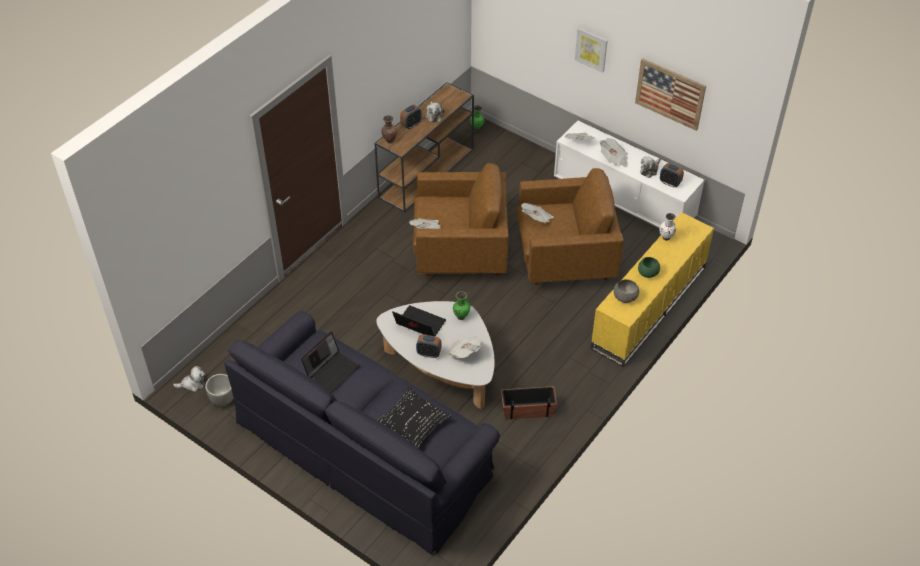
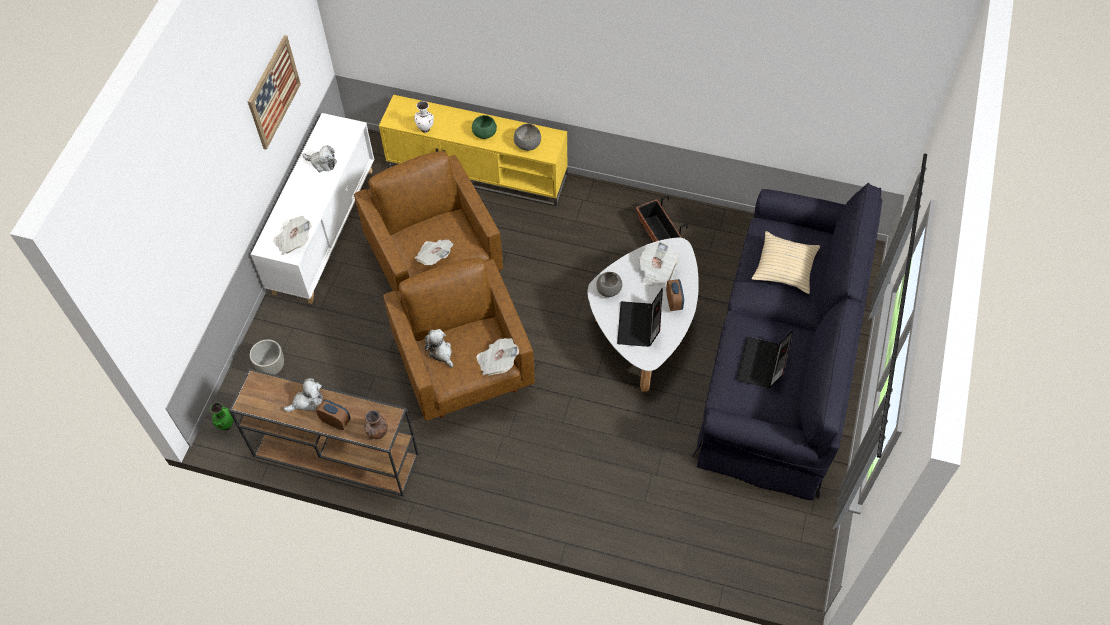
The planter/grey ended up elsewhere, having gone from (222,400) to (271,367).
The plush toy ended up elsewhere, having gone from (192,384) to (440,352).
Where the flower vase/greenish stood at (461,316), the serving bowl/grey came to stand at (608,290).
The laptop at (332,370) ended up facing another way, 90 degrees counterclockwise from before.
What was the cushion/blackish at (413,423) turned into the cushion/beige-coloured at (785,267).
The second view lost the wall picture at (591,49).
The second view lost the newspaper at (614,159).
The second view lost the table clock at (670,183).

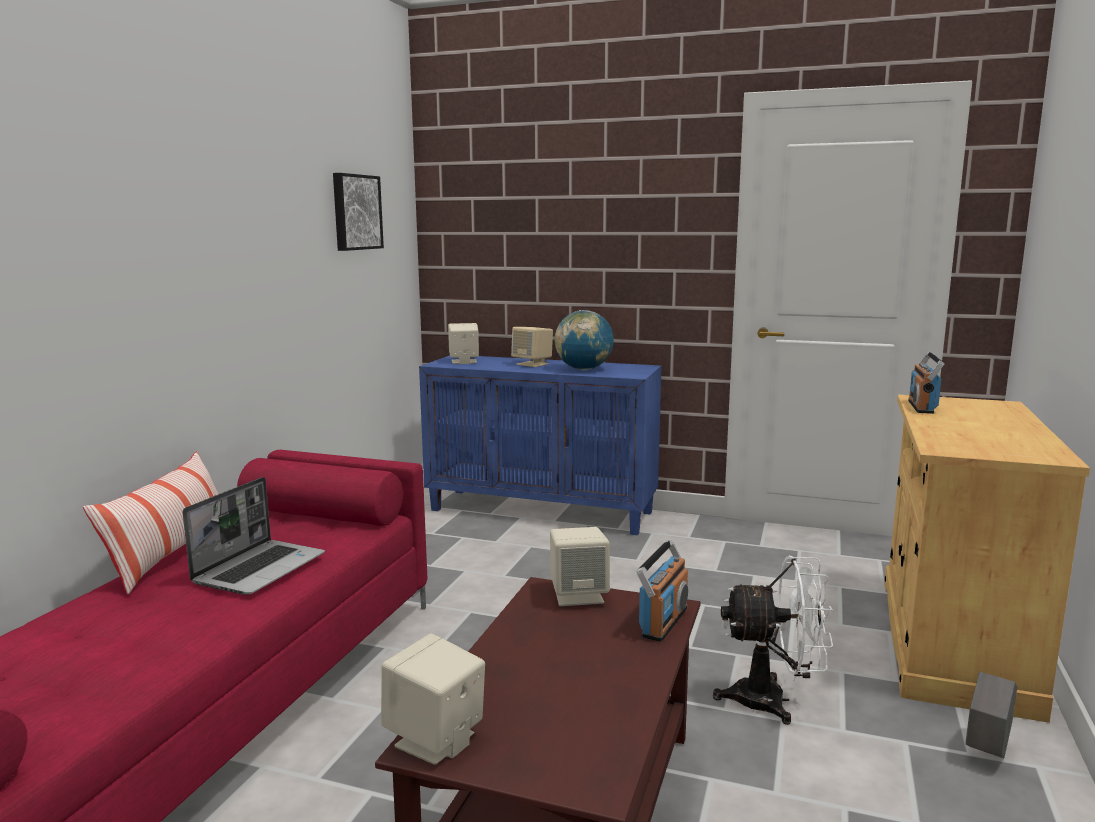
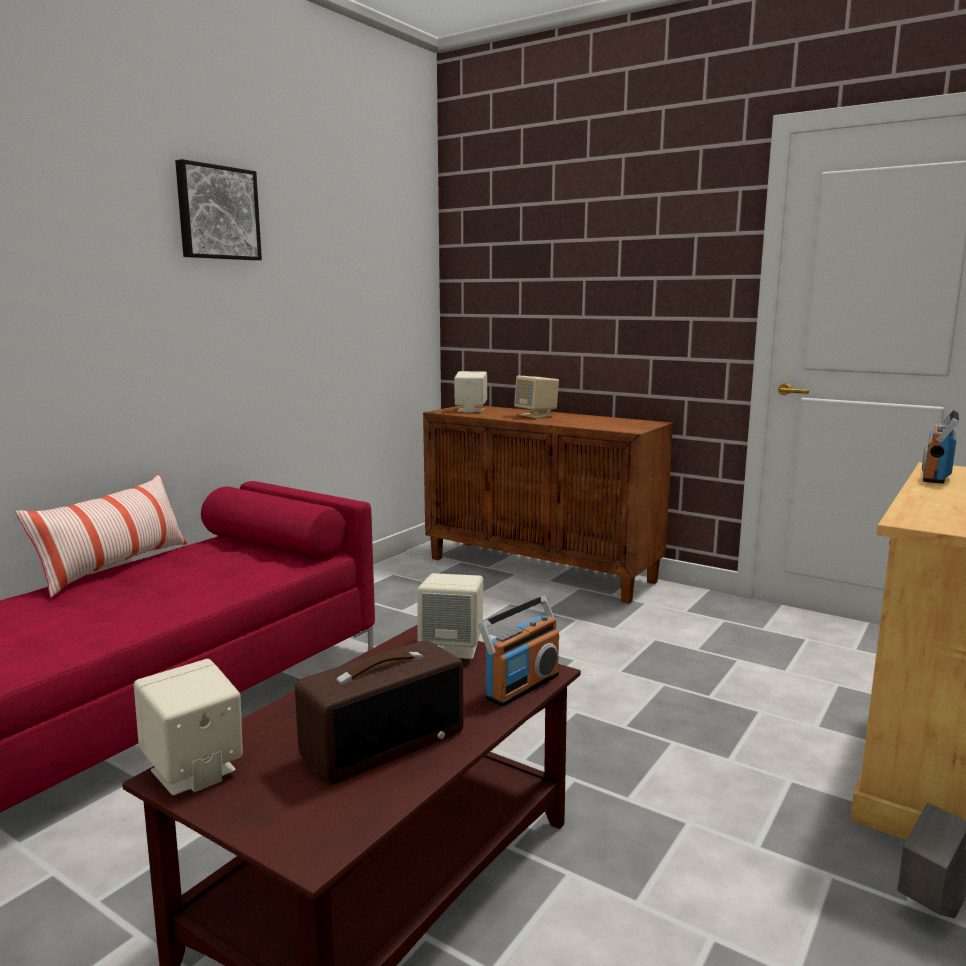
The wall picture ended up elsewhere, having gone from (355,212) to (217,213).
The second view gained the radio set at (383,743).
What was the cupboard/blue at (542,511) turned into the cupboard/brown at (542,569).
The second view lost the laptop at (260,568).
The second view lost the desk globe at (583,369).
The second view lost the fan/whitish at (773,700).

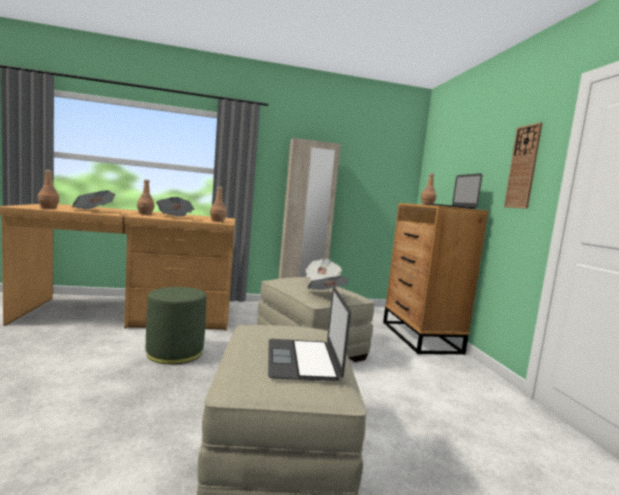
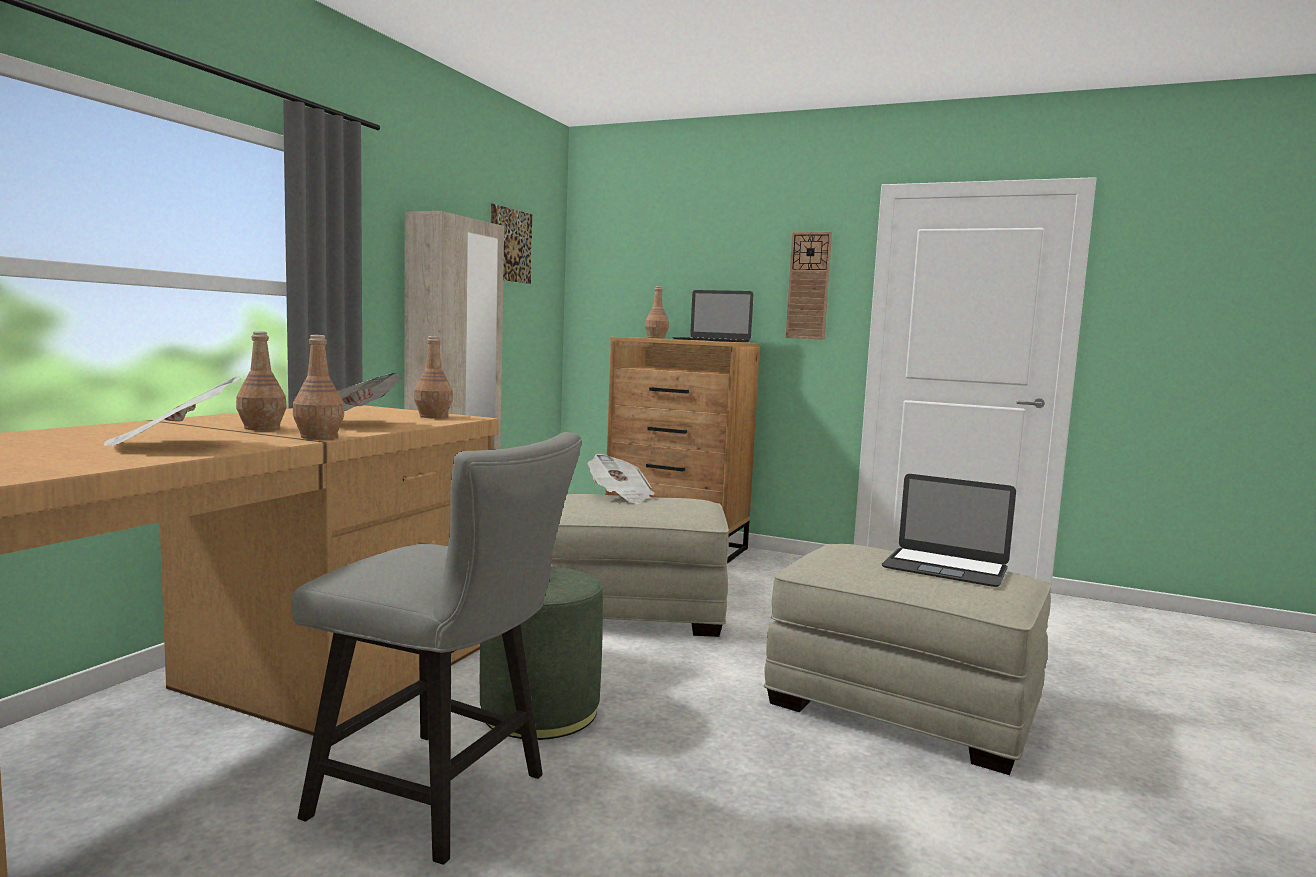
The second view gained the chair/grey at (444,798).
The beverage bottle/brown ended up elsewhere, having gone from (48,208) to (318,437).
The second view gained the wall picture at (511,245).
The second view lost the newspaper at (326,295).

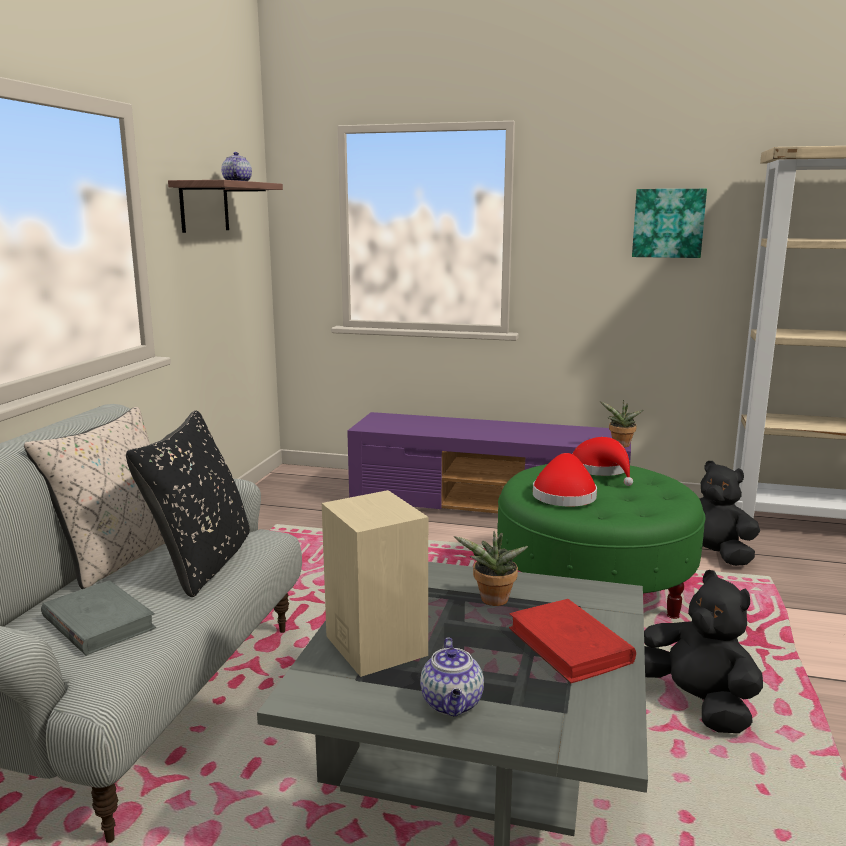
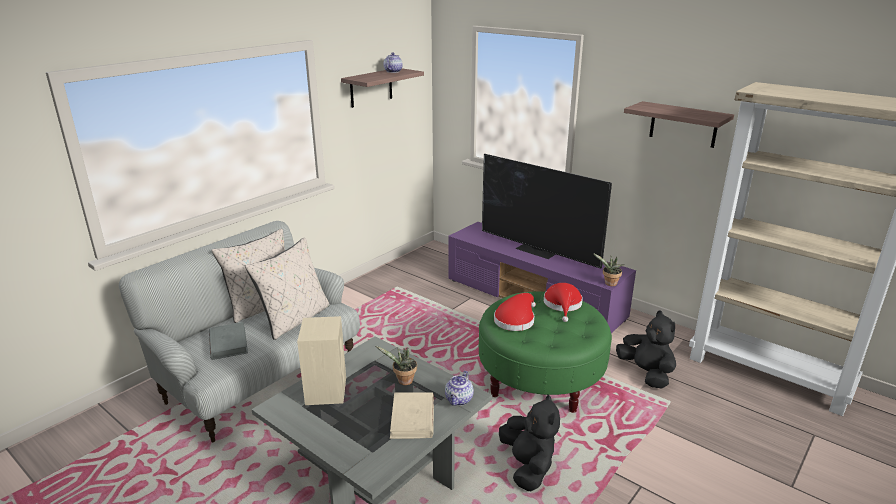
What was the cushion/blackish at (203,563) turned into the cushion/beige-coloured at (295,319).
What was the bound book/red at (570,645) turned into the bound book/beige-coloured at (412,418).
The teapot ended up elsewhere, having gone from (452,704) to (459,400).
The second view gained the TV at (538,250).
Where the wall picture hung at (668,223), the bracket shelf came to hang at (683,124).

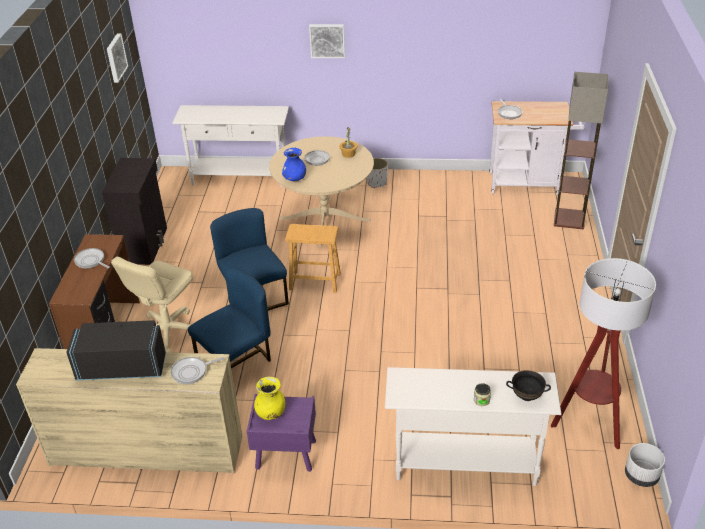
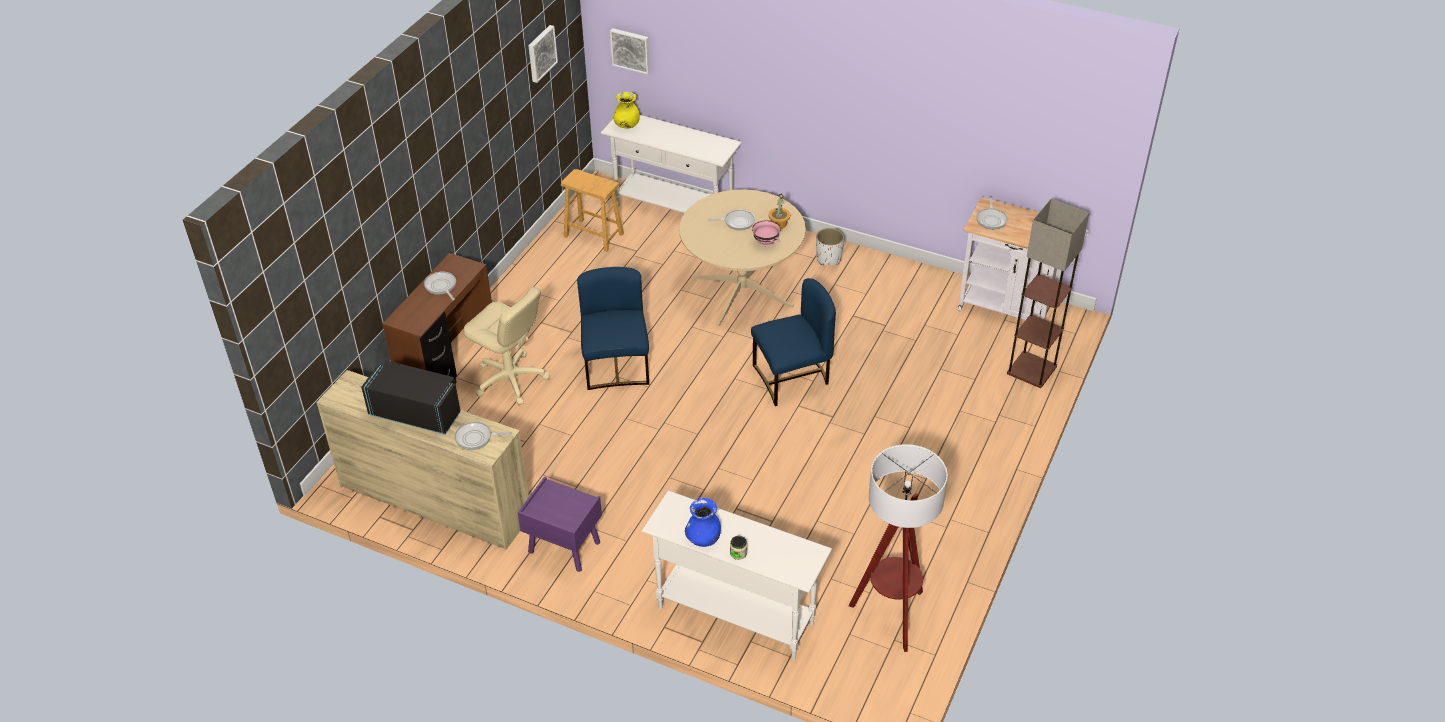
The office chair/beige-coloured at (167,332) ended up facing another way, 105 degrees counterclockwise from before.
The sitting stool/brown ended up elsewhere, having gone from (315,281) to (593,235).
The wall picture ended up elsewhere, having gone from (327,40) to (631,50).
The flower vase/yellow-coloured ended up elsewhere, having gone from (271,413) to (627,125).
The flower vase/blue ended up elsewhere, having gone from (295,179) to (703,538).
The chair/blue ended up elsewhere, having gone from (236,364) to (792,378).
The second view gained the serving bowl/pinkish at (765,243).
The second view lost the cupboard/blackish at (145,245).
The second view lost the serving bowl/blackish at (527,396).
The second view lost the planter/whitish at (641,476).

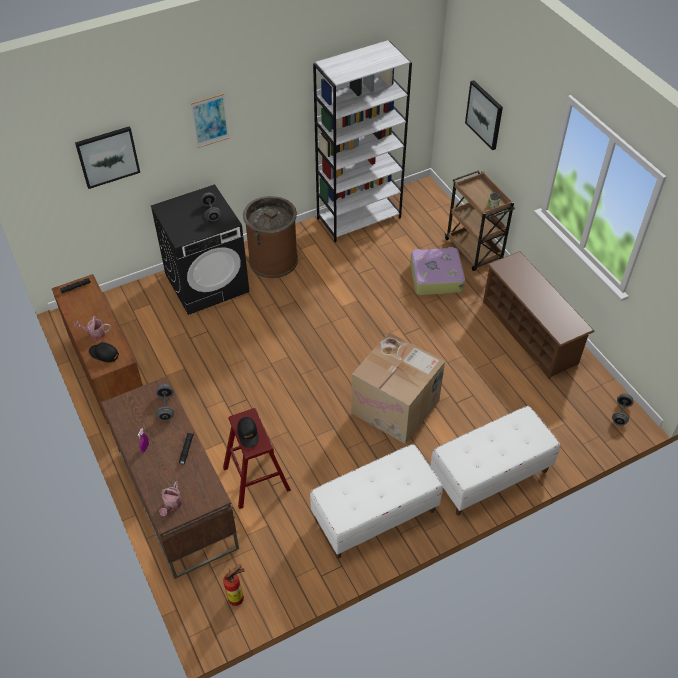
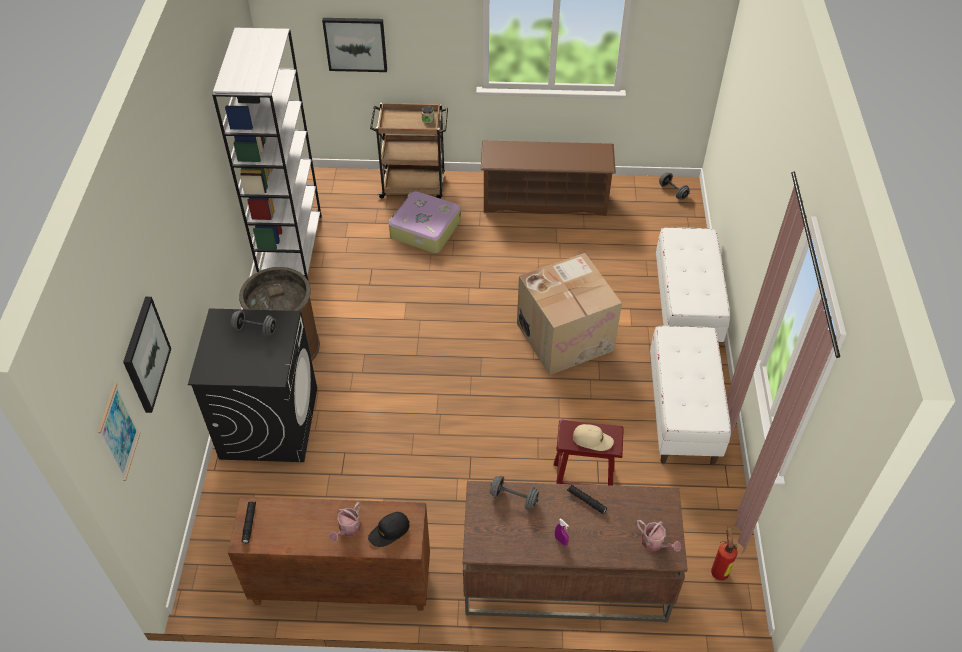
The wall picture ended up elsewhere, having gone from (210,120) to (119,432).
What was the cap/blackish at (248,434) turned into the cap/beige-coloured at (592,440).

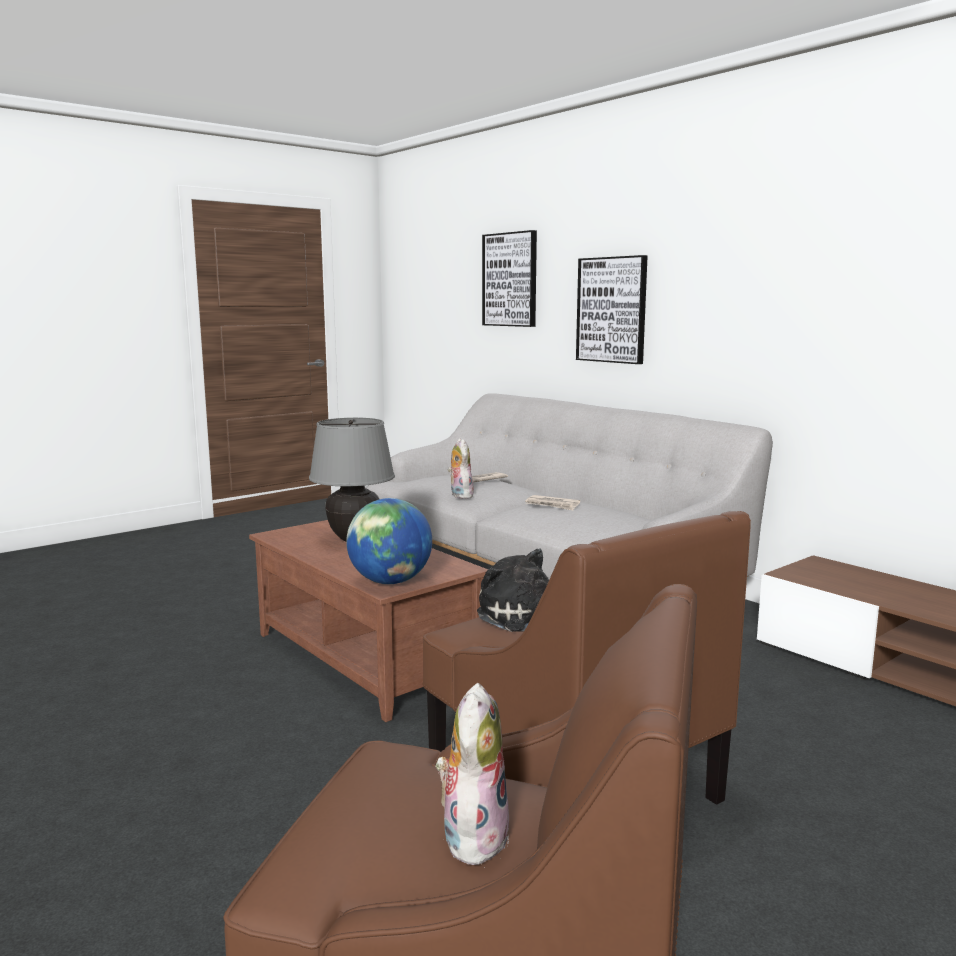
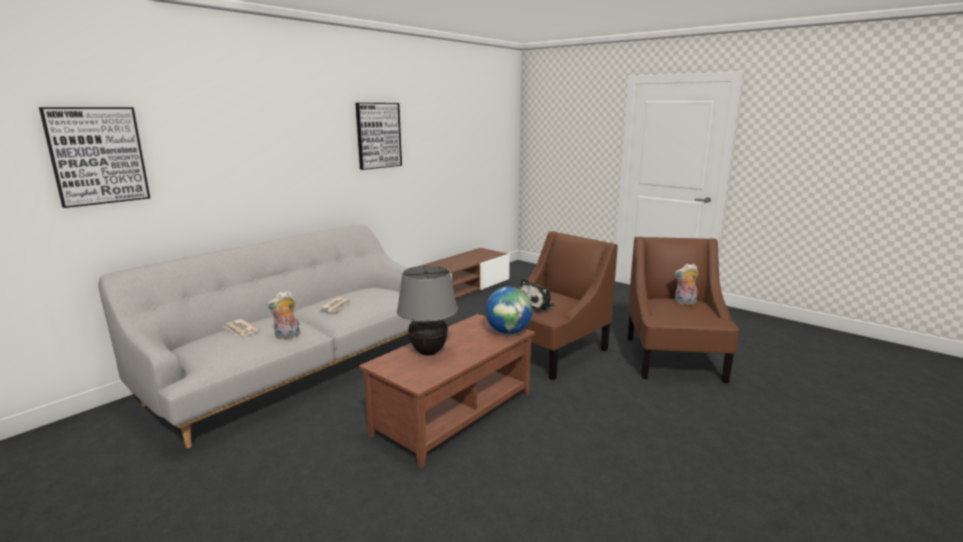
The wall picture ended up elsewhere, having gone from (612,310) to (378,135).

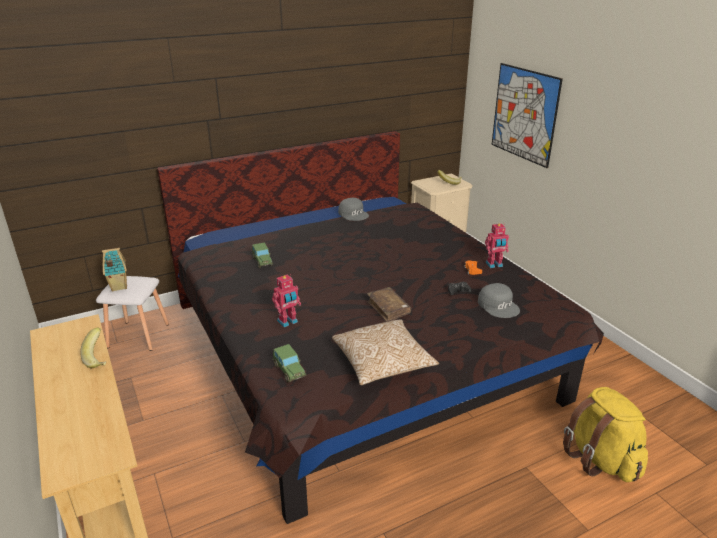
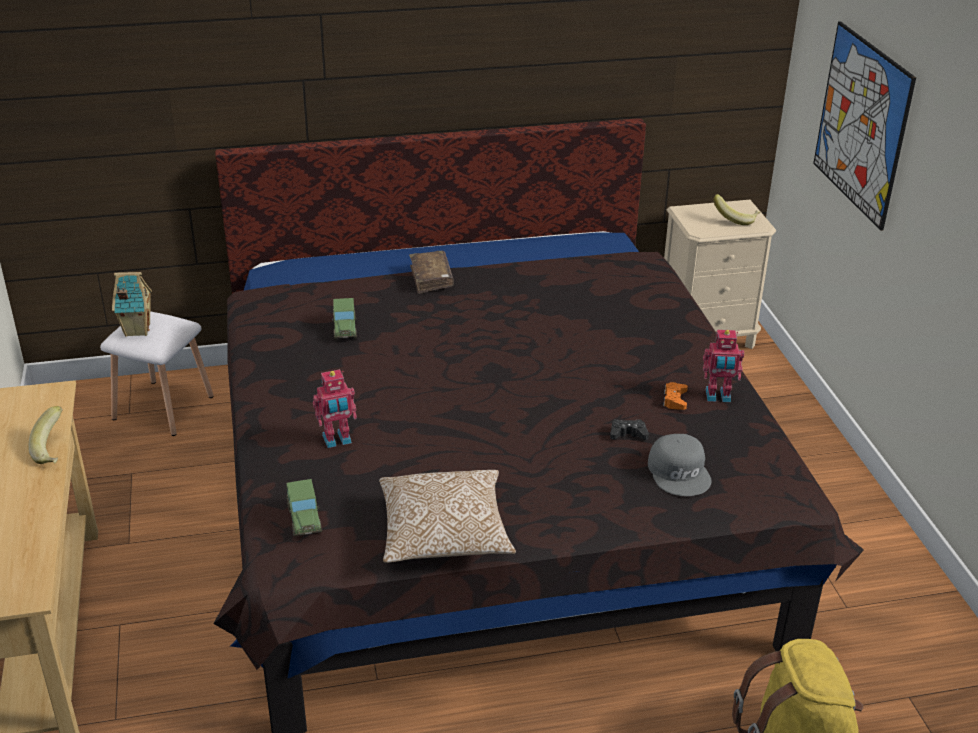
The bound book/brown ended up elsewhere, having gone from (388,309) to (431,278).
The second view lost the cap/grey at (353,214).

